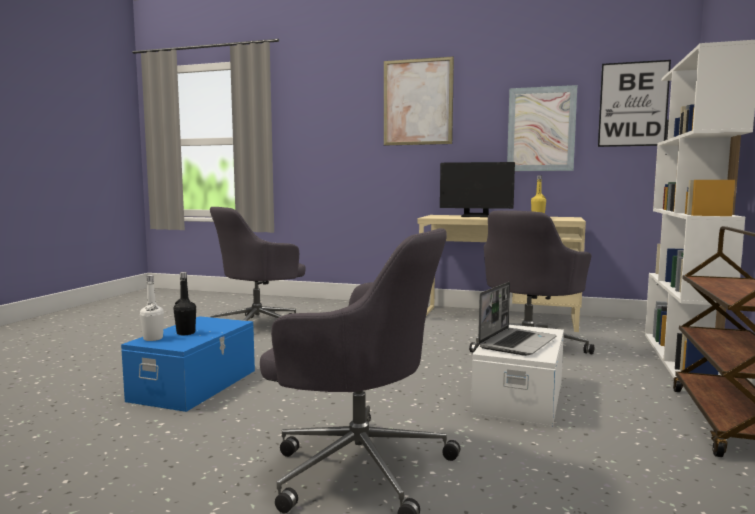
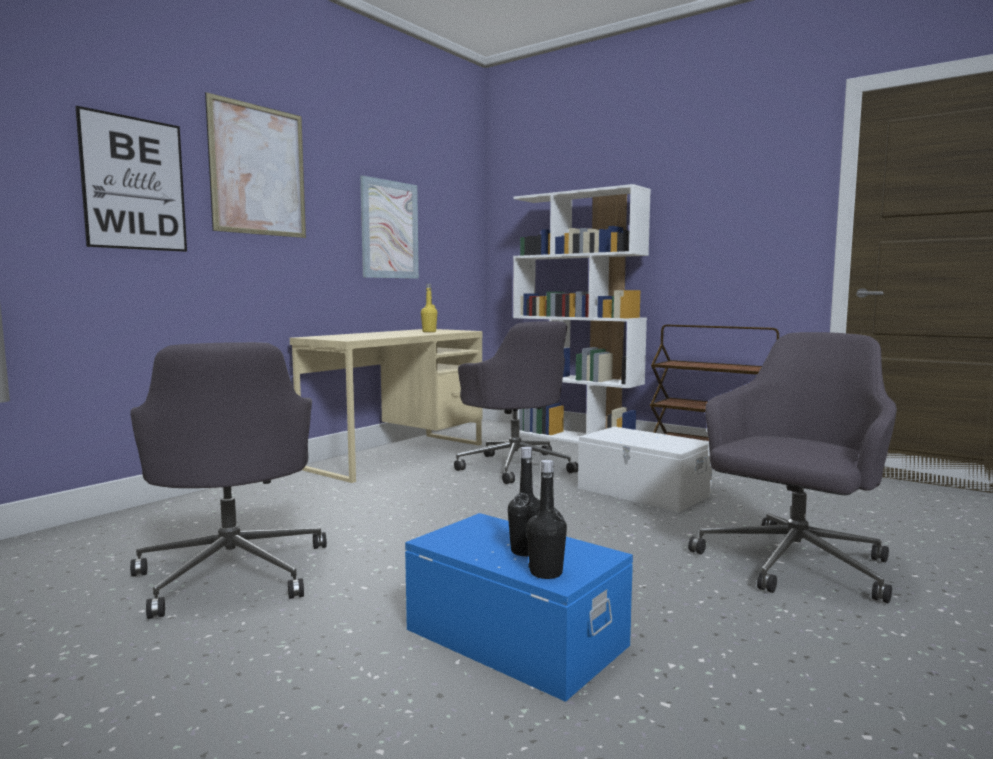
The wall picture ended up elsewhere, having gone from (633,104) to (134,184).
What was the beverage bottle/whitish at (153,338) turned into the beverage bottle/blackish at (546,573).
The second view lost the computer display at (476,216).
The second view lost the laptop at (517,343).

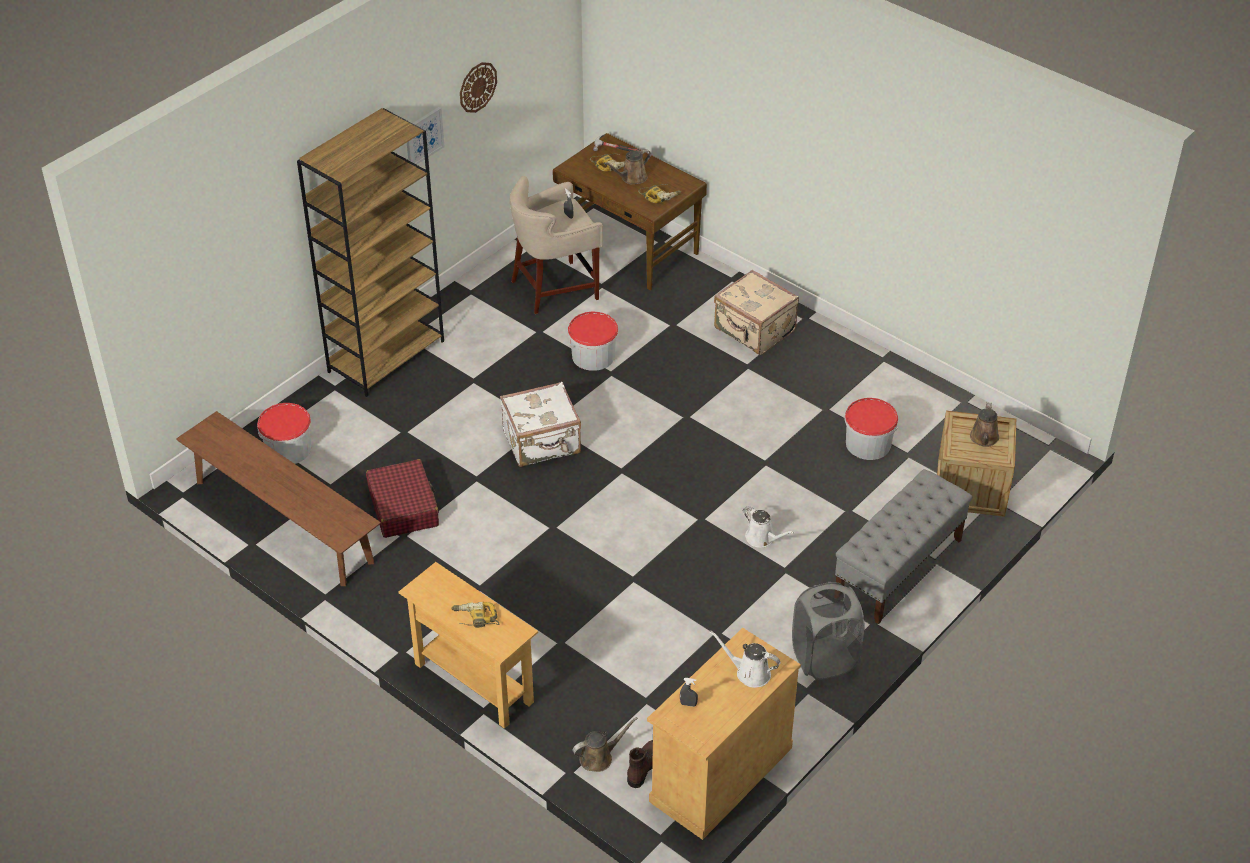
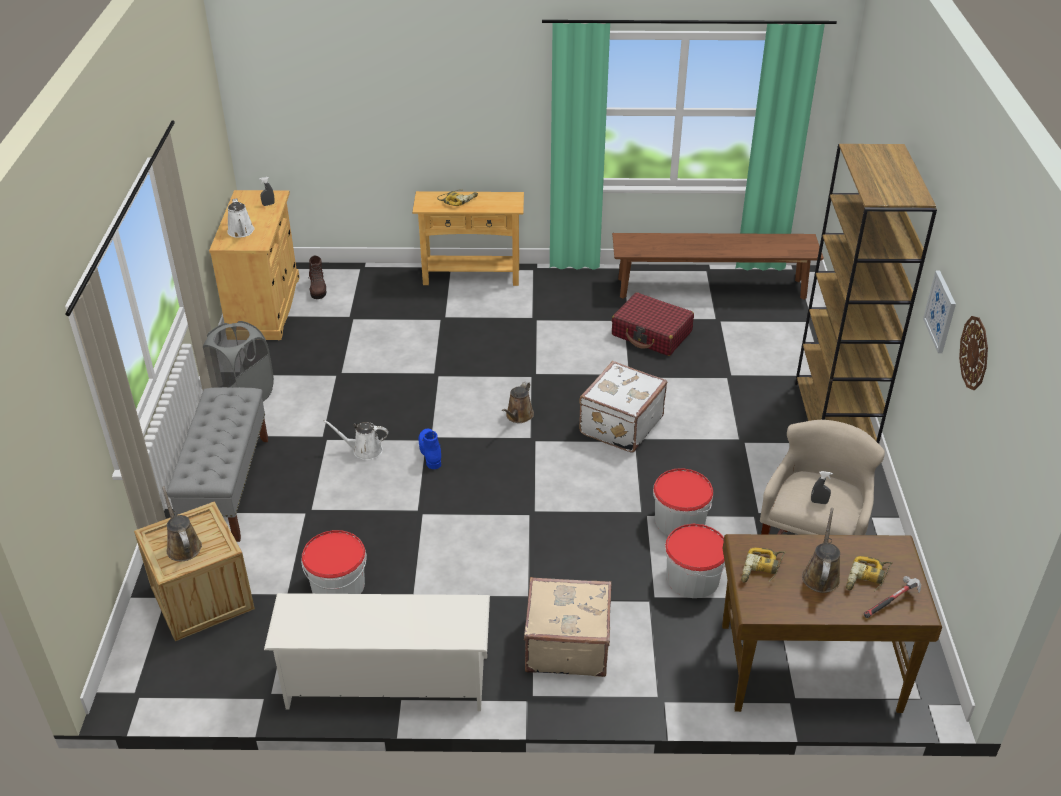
The sprinkling can/whitish at (749,673) ended up facing another way, 90 degrees clockwise from before.
The second view gained the shoe rack/whitish at (386,682).
The second view gained the boot/blue at (430,453).
The sprinkling can/brown ended up elsewhere, having gone from (599,757) to (518,416).
The pail ended up elsewhere, having gone from (288,449) to (692,578).

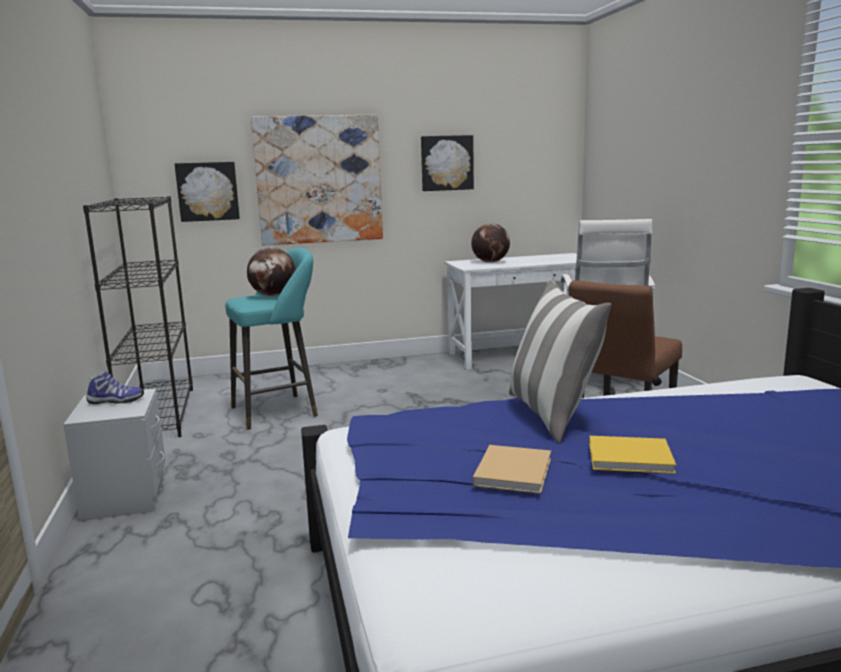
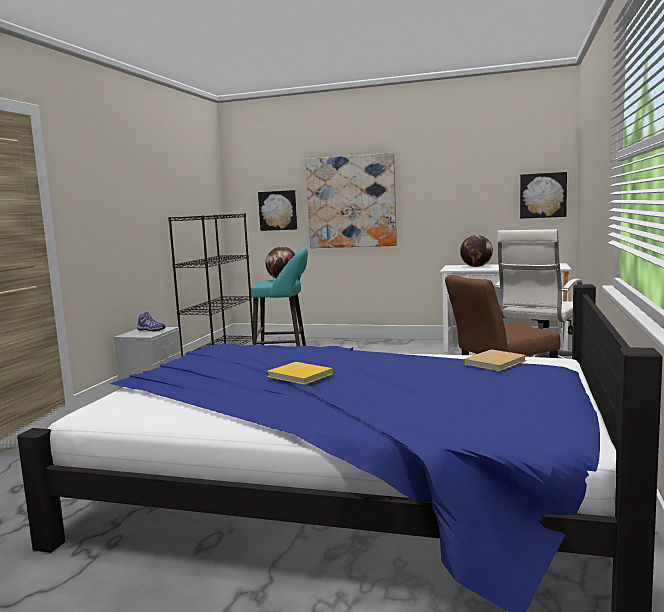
The bound book/beige-coloured ended up elsewhere, having gone from (514,470) to (496,362).
The wall picture ended up elsewhere, having gone from (446,163) to (543,195).
The second view lost the cushion at (552,415).

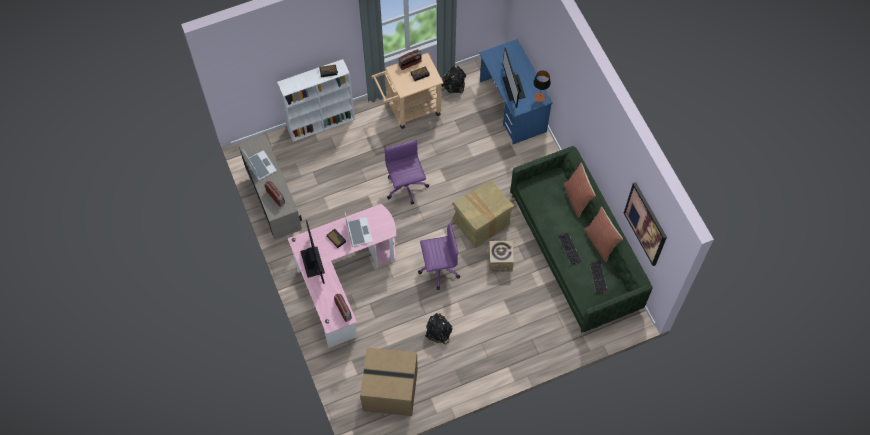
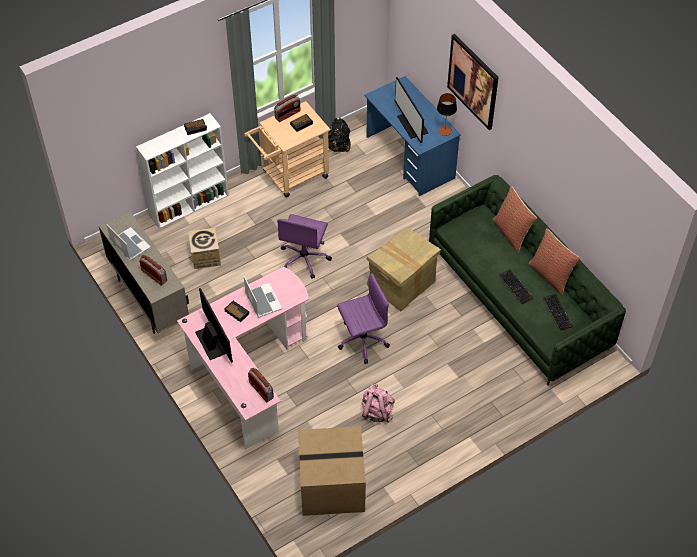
The carton ended up elsewhere, having gone from (500,261) to (205,256).
The office chair/purplish at (406,188) ended up facing another way, 135 degrees counterclockwise from before.
What was the backpack/blackish at (438,333) turned into the backpack/pinkish at (377,411).
The wall picture ended up elsewhere, having gone from (645,224) to (473,81).

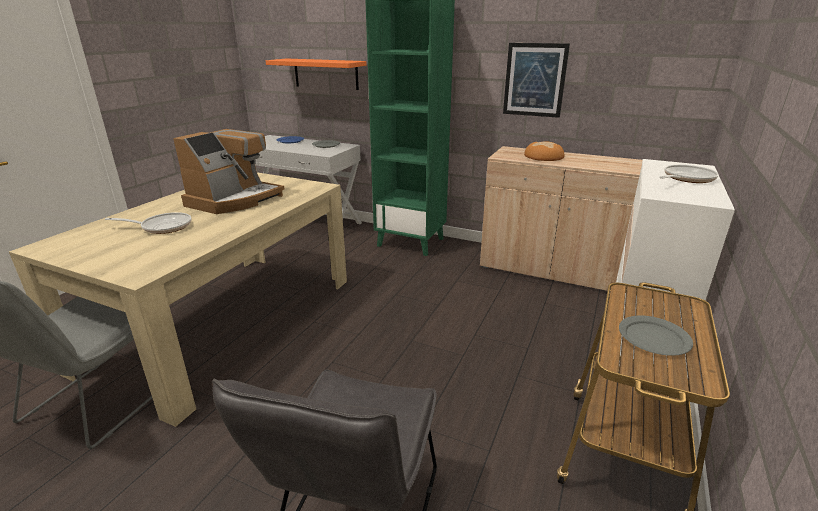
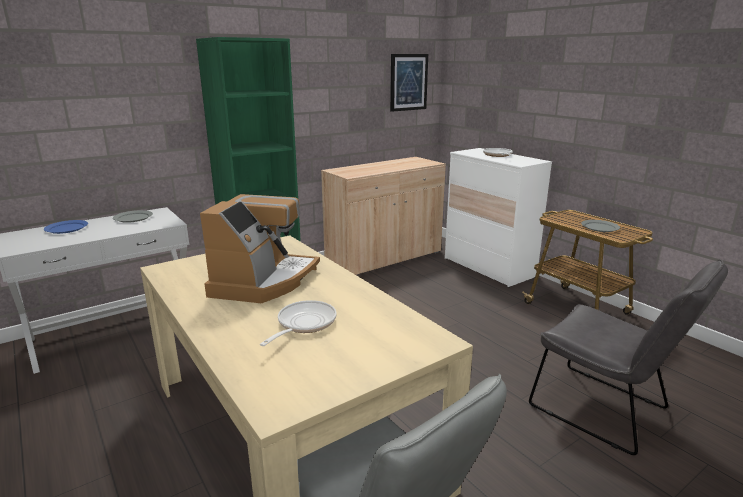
The coffee machine at (235,200) ended up facing another way, 45 degrees clockwise from before.
The wall picture ended up elsewhere, having gone from (535,80) to (408,82).
The second view lost the bracket shelf/orange-coloured at (326,74).
The second view lost the bread at (543,157).

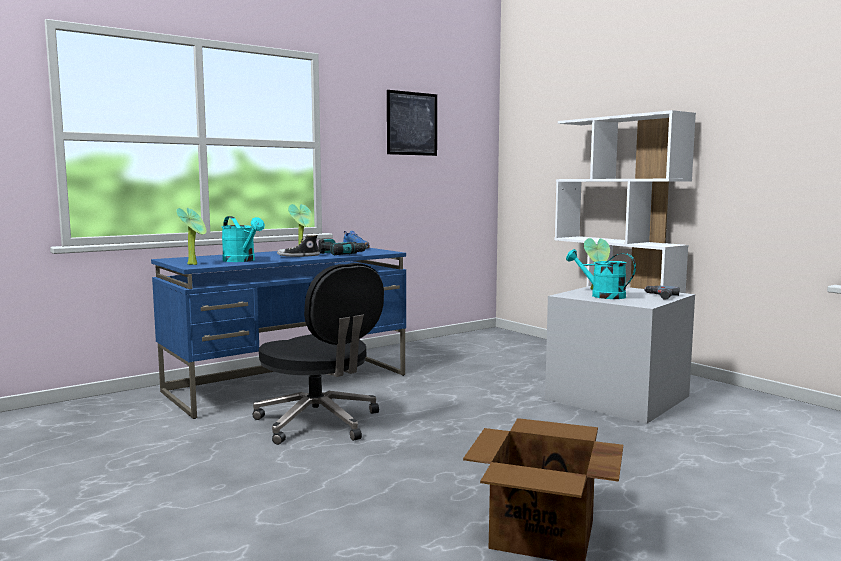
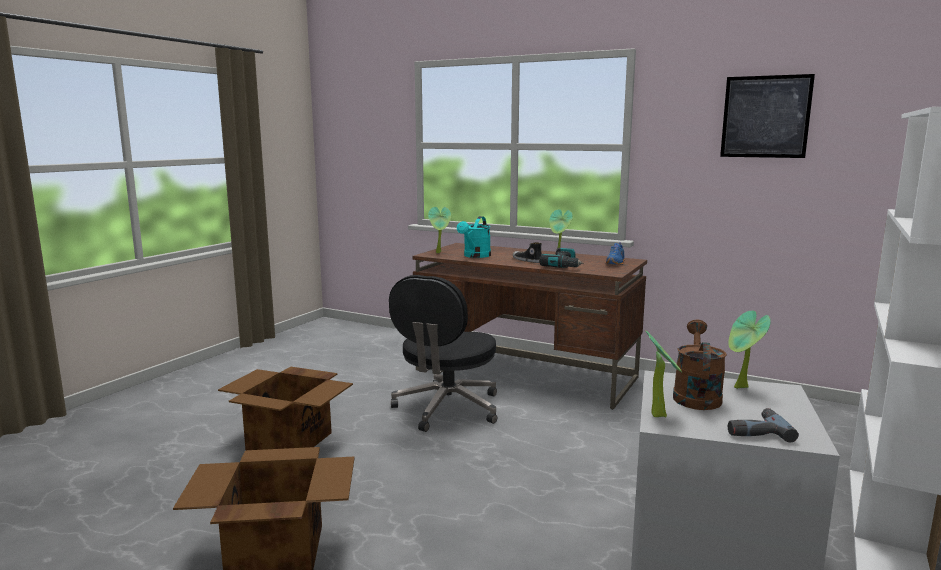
The second view gained the carton at (290,441).
What was the desk unit/blue at (289,383) turned into the desk unit/brown at (526,374).
The second view gained the houseplant at (660,414).
What was the sprinkling can/turquoise at (602,295) turned into the sprinkling can/brown at (695,395).

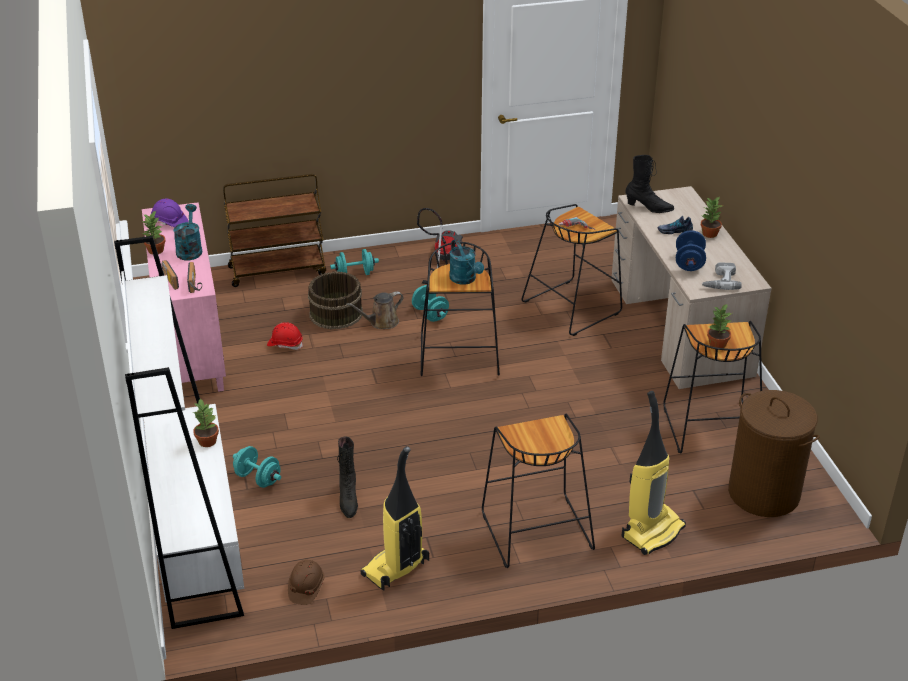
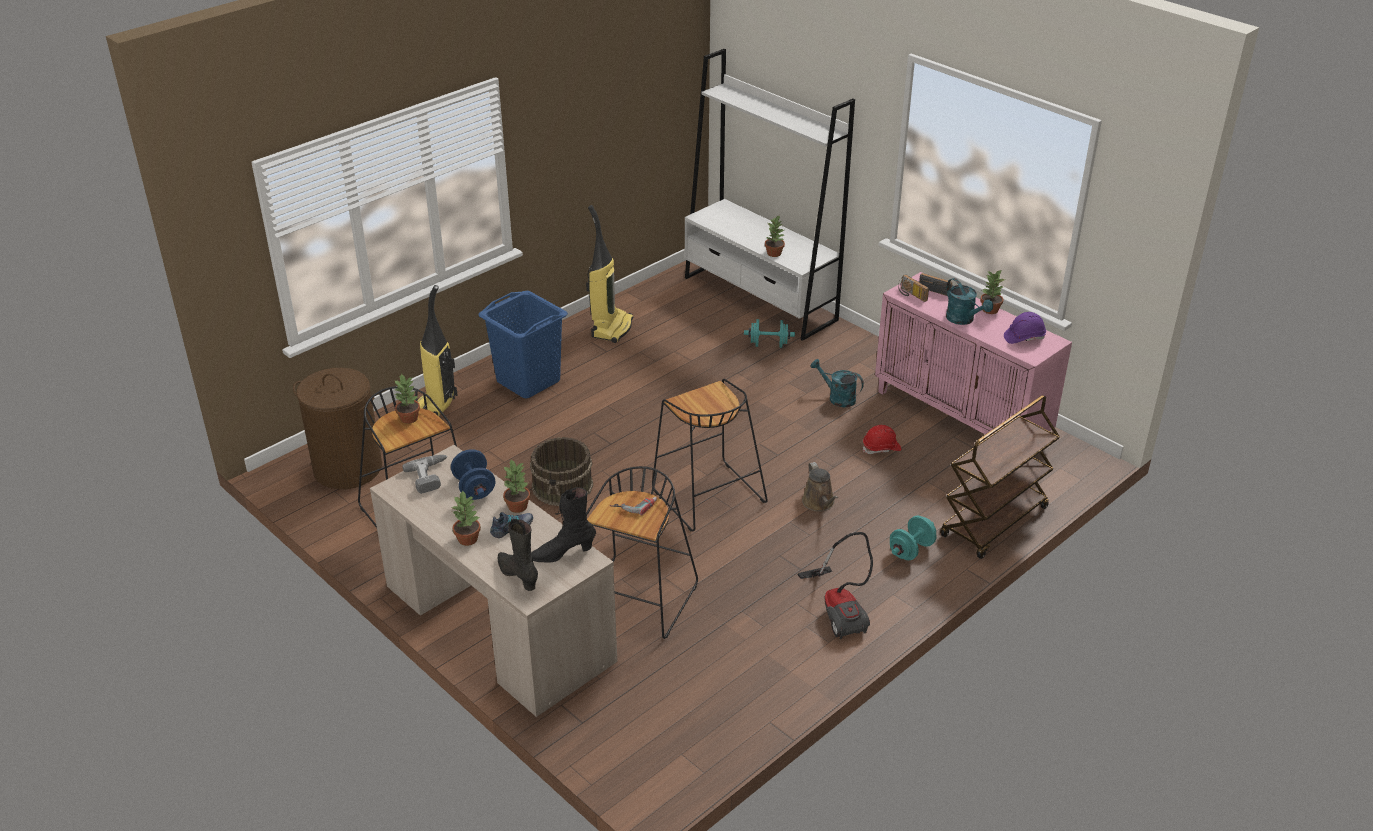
Where the sitting stool/blackish stood at (535,530), the laundry basket/blue came to stand at (528,380).
The boot/blackish ended up elsewhere, having gone from (348,499) to (518,576).
The second view gained the houseplant at (518,506).
The pail/brown ended up elsewhere, having gone from (335,313) to (563,486).
The sprinkling can/brown at (381,322) ended up facing another way, 135 degrees clockwise from before.
The sprinkling can/turquoise ended up elsewhere, having gone from (465,280) to (837,398).
The second view lost the safety helmet/brown at (306,588).
The second view lost the free weight/turquoise at (430,314).

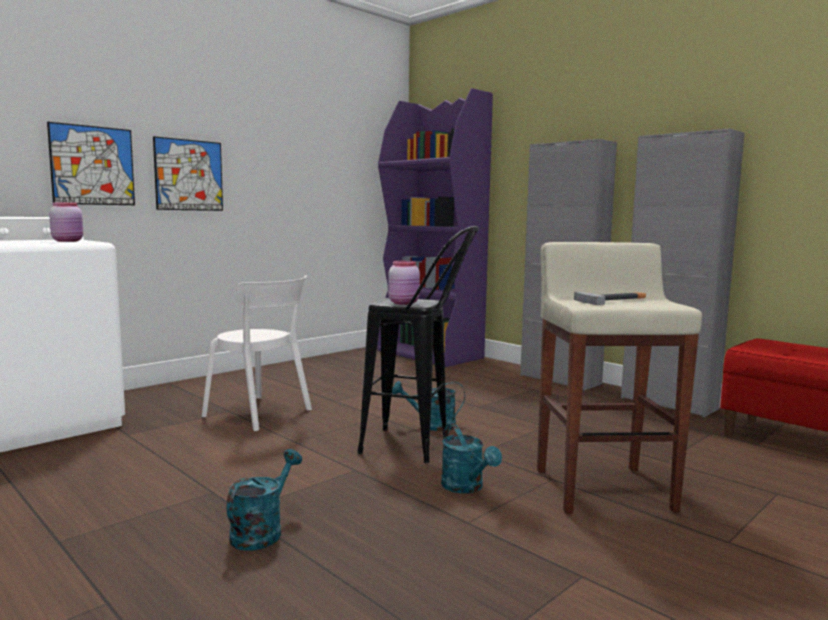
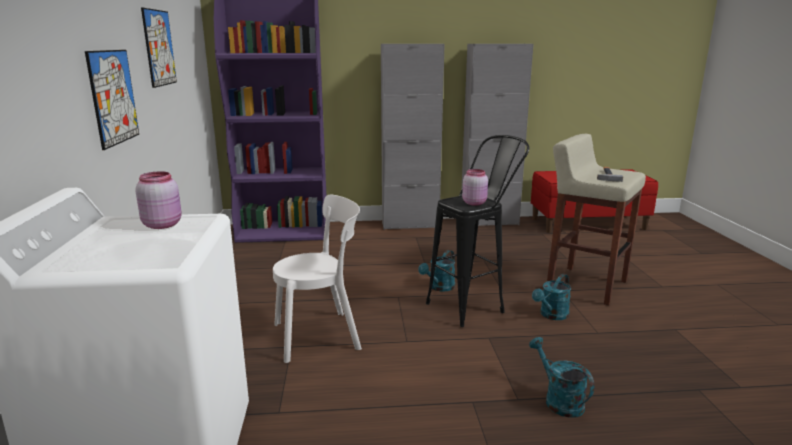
The wall picture ended up elsewhere, having gone from (92,165) to (159,48).
The sprinkling can/turquoise at (466,487) ended up facing another way, 120 degrees clockwise from before.

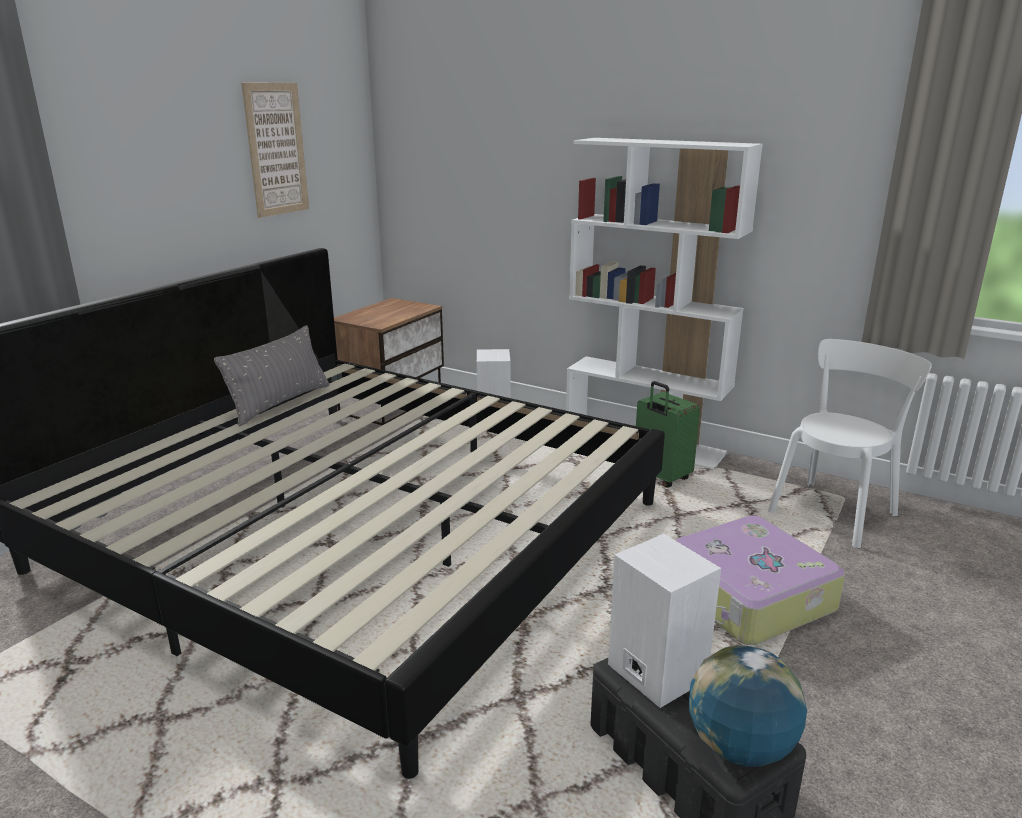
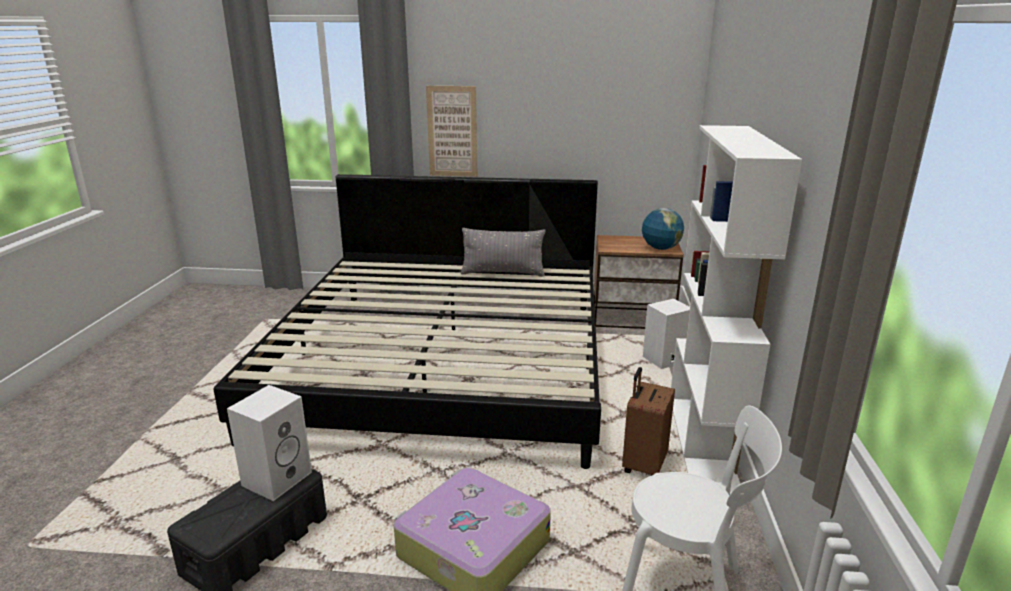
The wall picture ended up elsewhere, having gone from (276,149) to (452,131).
What was the piece of luggage/greenish at (660,477) turned into the piece of luggage/brown at (643,465).
The desk globe ended up elsewhere, having gone from (739,747) to (660,248).

